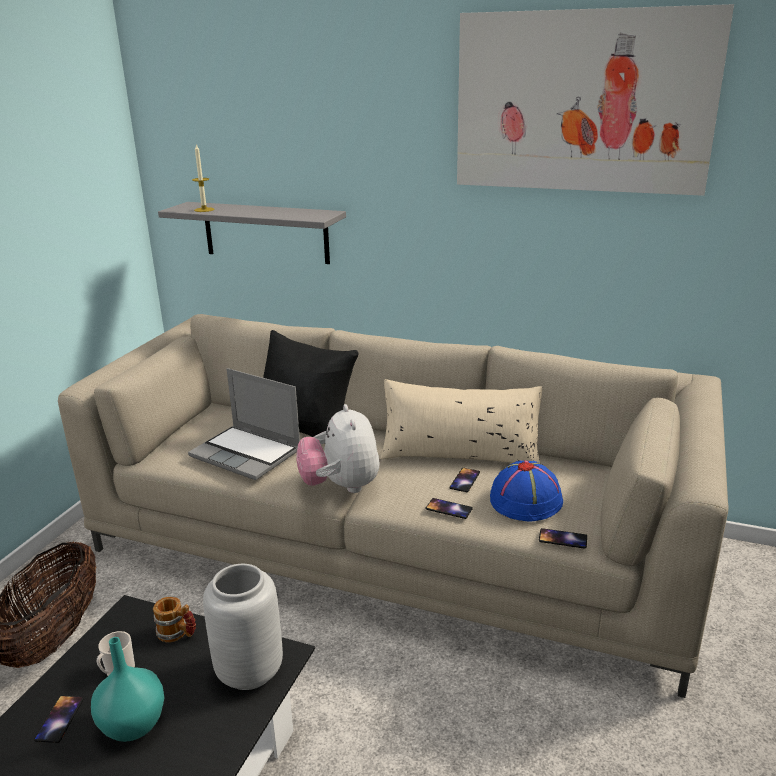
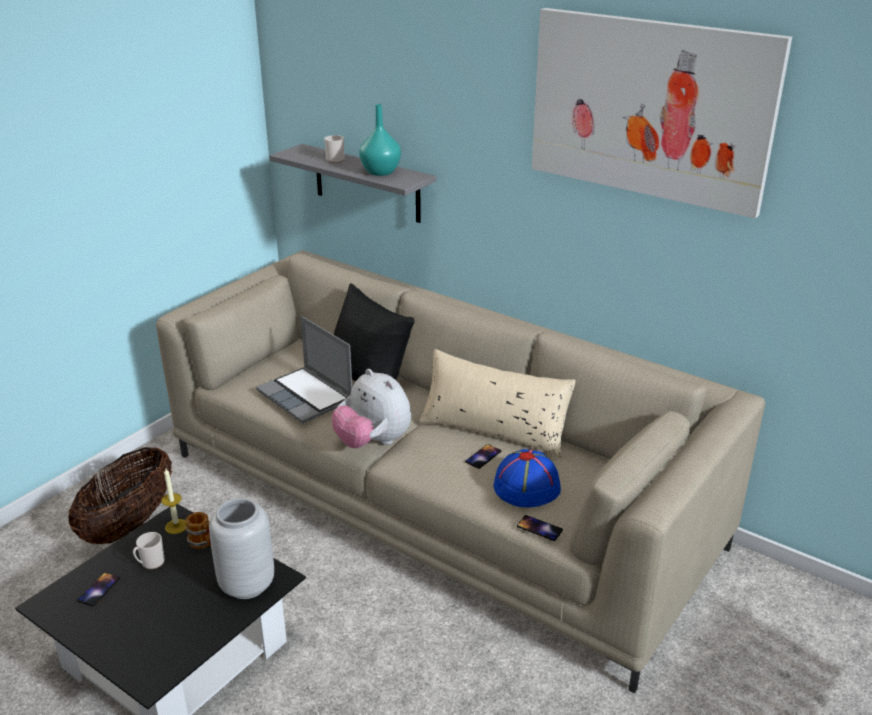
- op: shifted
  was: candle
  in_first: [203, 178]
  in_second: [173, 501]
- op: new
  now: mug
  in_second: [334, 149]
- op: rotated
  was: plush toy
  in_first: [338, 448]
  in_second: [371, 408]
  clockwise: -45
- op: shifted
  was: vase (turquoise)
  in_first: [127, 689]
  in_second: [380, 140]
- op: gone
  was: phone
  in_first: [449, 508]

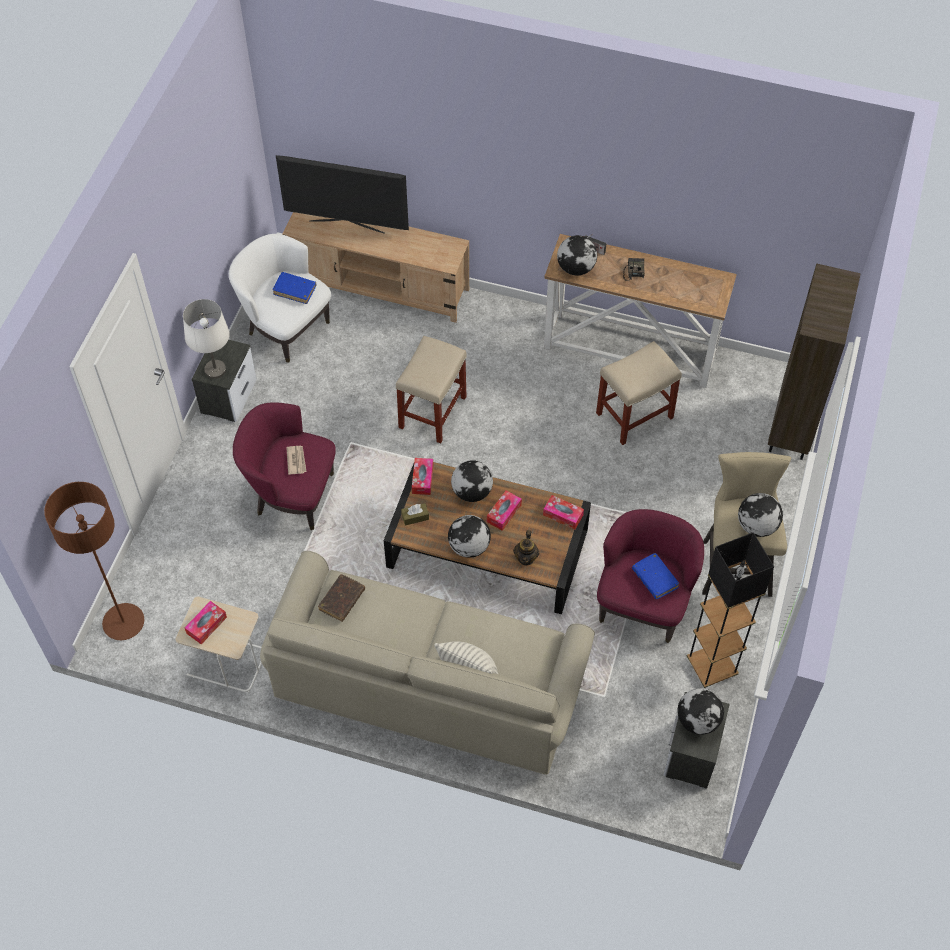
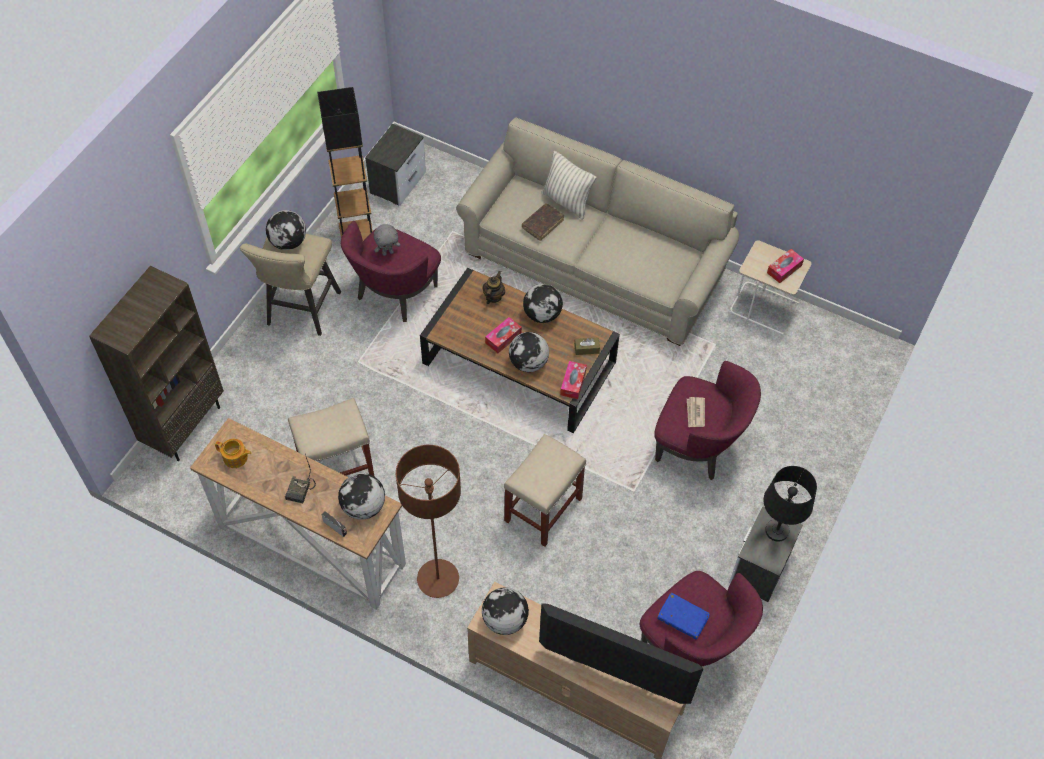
- op: new
  now: teapot
  in_second: [233, 453]
- op: swapped
  was: book (blue)
  now: plush toy (grey)
  in_first: [655, 576]
  in_second: [387, 240]
- op: shifted
  was: floor lamp (brown)
  in_first: [94, 561]
  in_second: [428, 521]
- op: shifted
  was: globe
  in_first: [701, 711]
  in_second: [505, 611]
- op: shifted
  was: book (brown)
  in_first: [341, 598]
  in_second: [543, 222]
- op: repainted
  was: armchair (white)
  now: armchair (purple)
  in_first: [280, 298]
  in_second: [701, 619]
- op: repainted
  was: table lamp (white)
  now: table lamp (black)
  in_first: [206, 339]
  in_second: [790, 504]
- op: gone
  was: tissue box
  in_first: [563, 512]

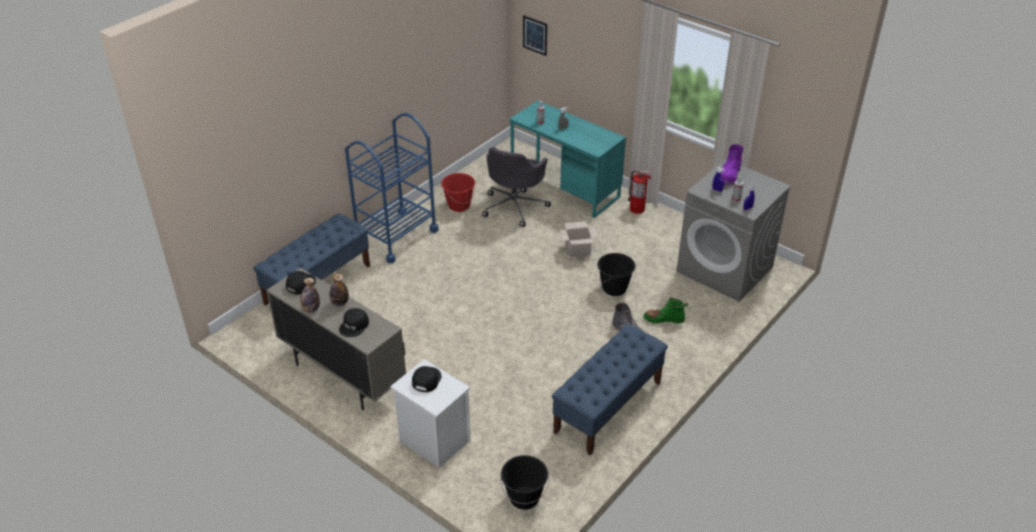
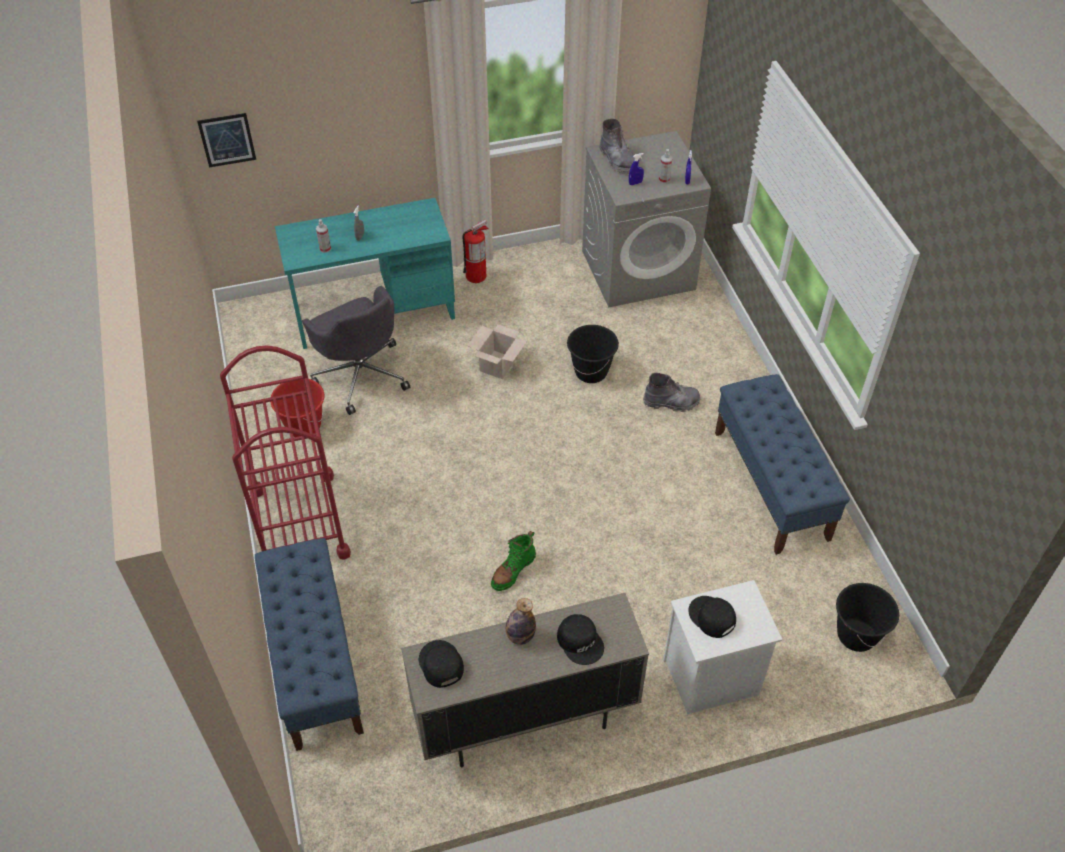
- op: repainted
  was: cart (blue)
  now: cart (red)
  in_first: [392, 188]
  in_second: [285, 452]
- op: shifted
  was: boot (green)
  in_first: [666, 310]
  in_second: [513, 561]
- op: repainted
  was: boot (purple)
  now: boot (grey)
  in_first: [732, 165]
  in_second: [617, 146]
- op: gone
  was: bottle
  in_first: [310, 295]

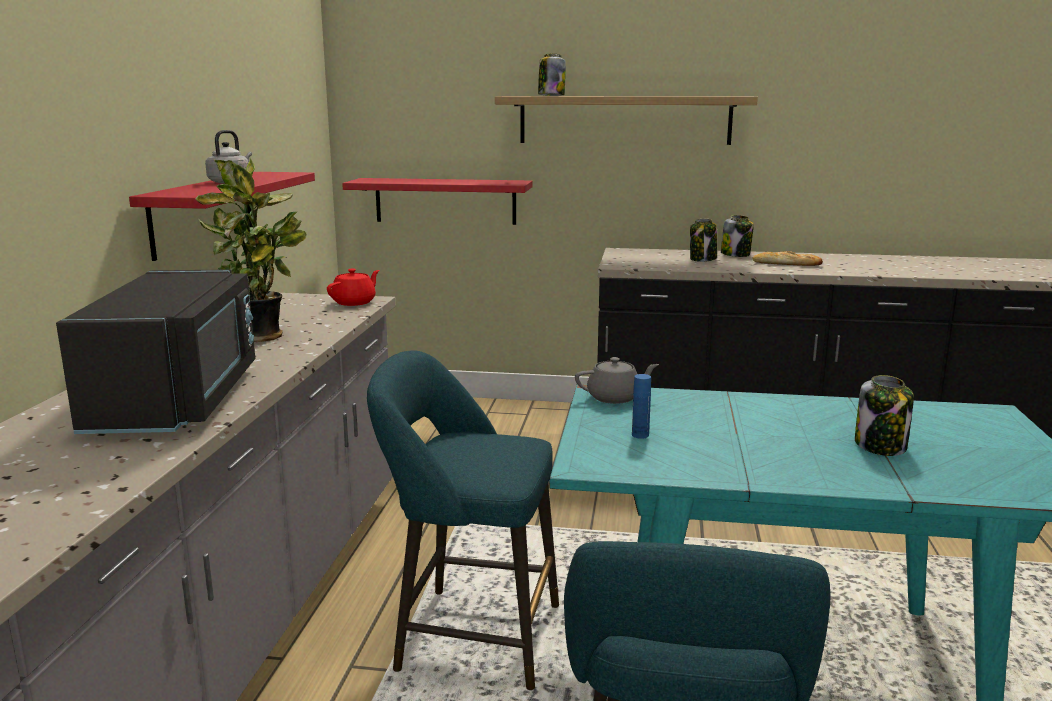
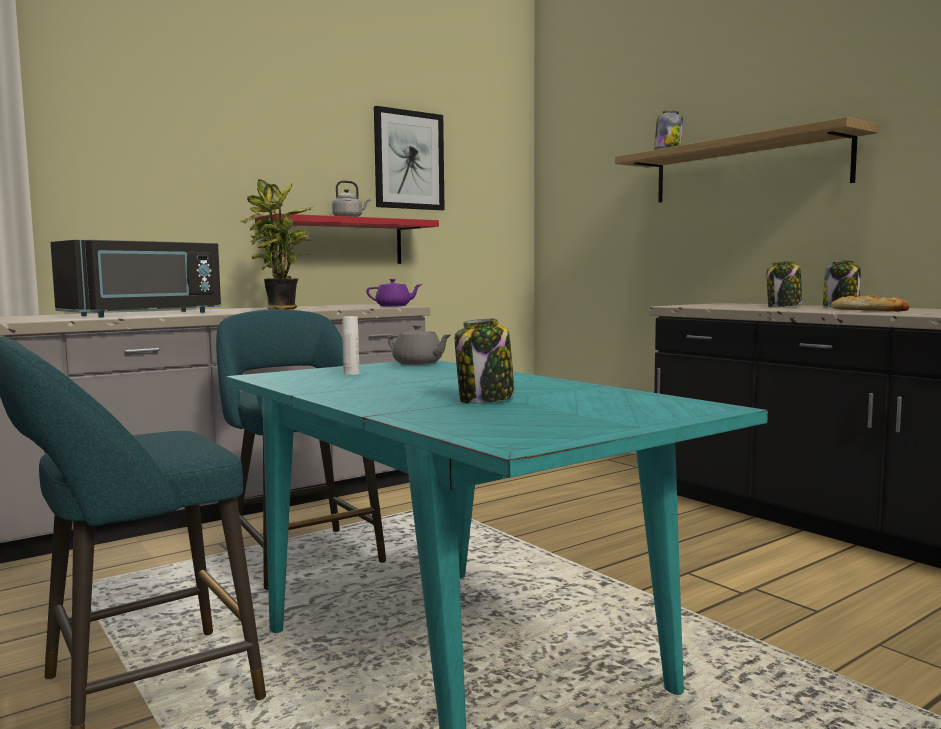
- op: repainted
  was: bottle (blue)
  now: bottle (white)
  in_first: [641, 406]
  in_second: [350, 345]
- op: repainted
  was: teapot (red)
  now: teapot (purple)
  in_first: [353, 287]
  in_second: [394, 293]
- op: new
  now: picture
  in_second: [409, 158]
- op: gone
  was: shelf (red)
  in_first: [437, 201]

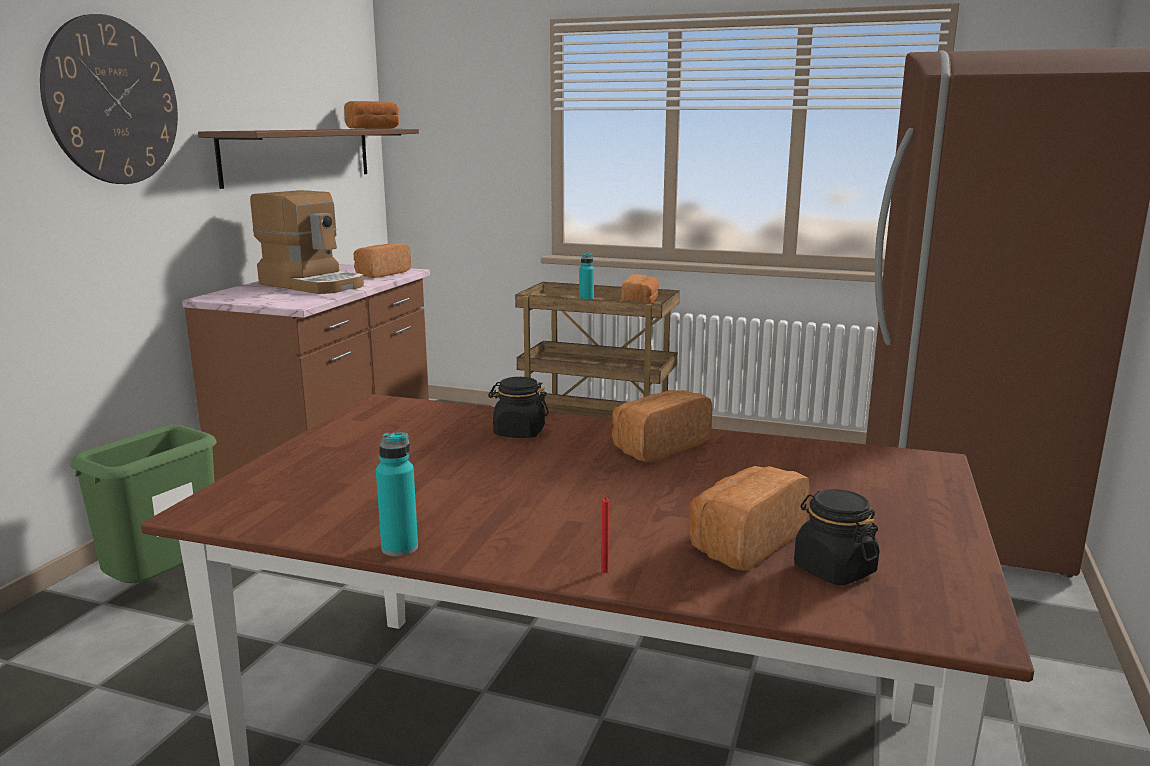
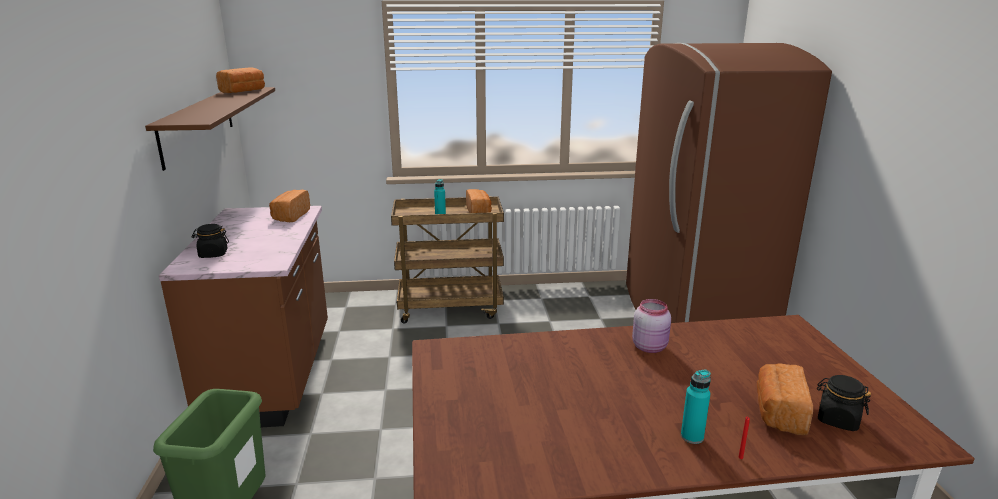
- op: shifted
  was: jar (black)
  in_first: [518, 407]
  in_second: [210, 241]
- op: swapped
  was: bread
  now: jar (pink)
  in_first: [662, 426]
  in_second: [651, 326]
- op: shifted
  was: bottle (turquoise)
  in_first: [397, 494]
  in_second: [696, 407]
- op: gone
  was: wall clock
  in_first: [109, 99]
- op: gone
  was: coffee machine
  in_first: [307, 242]

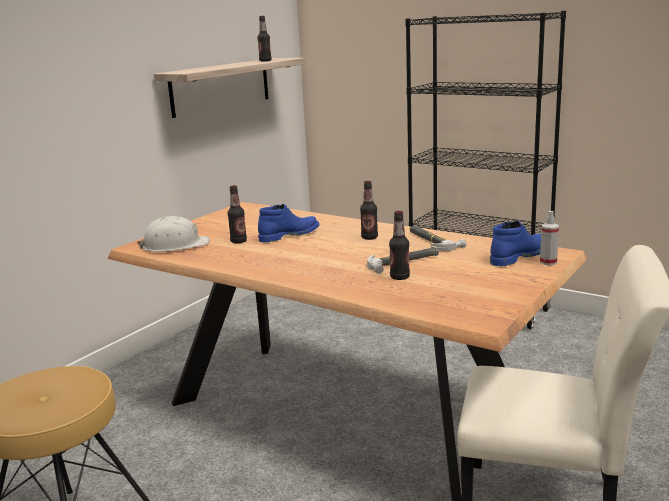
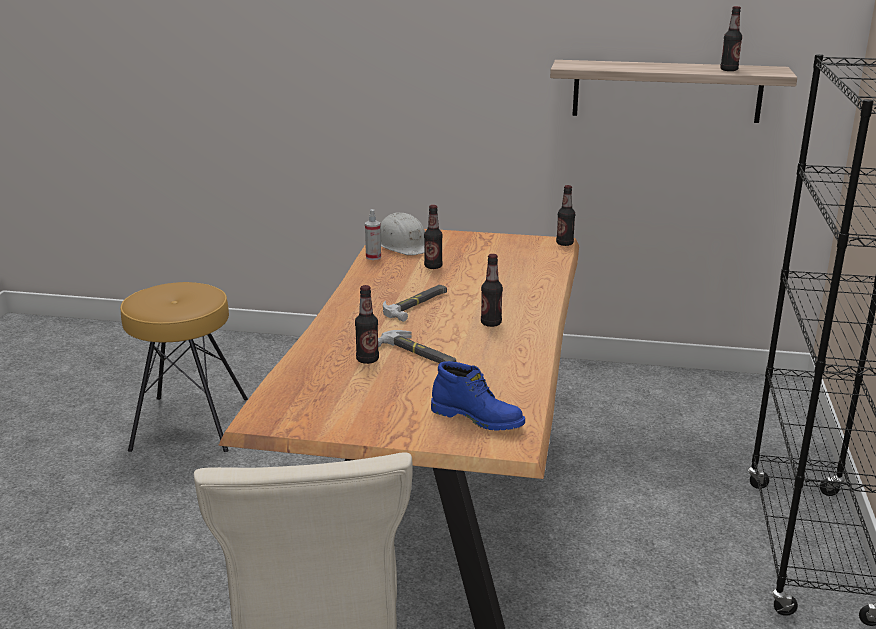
- op: shifted
  was: spray bottle
  in_first: [549, 238]
  in_second: [373, 234]
- op: shifted
  was: hammer
  in_first: [438, 238]
  in_second: [415, 303]
- op: new
  now: bottle
  in_second: [565, 215]
- op: gone
  was: boot (blue)
  in_first: [288, 223]

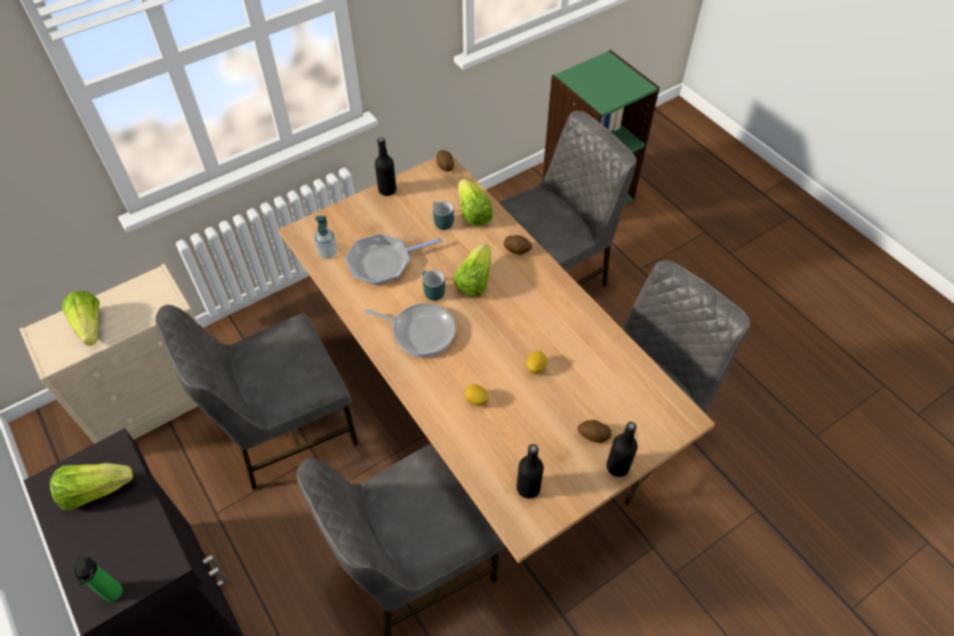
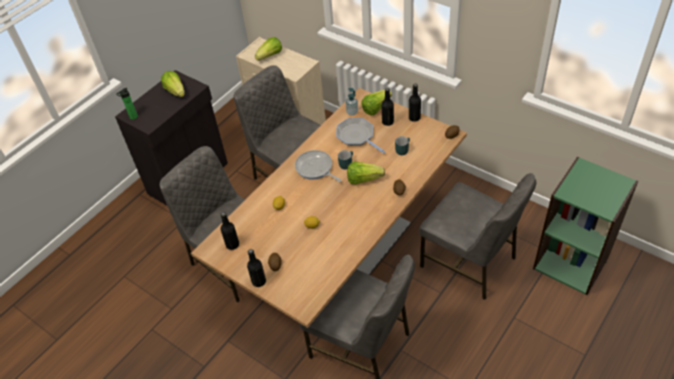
- op: rotated
  was: frying pan
  in_first: [410, 330]
  in_second: [318, 166]
  clockwise: 135
- op: shifted
  was: lettuce
  in_first: [475, 202]
  in_second: [376, 103]
- op: new
  now: bottle (black)
  in_second: [387, 107]

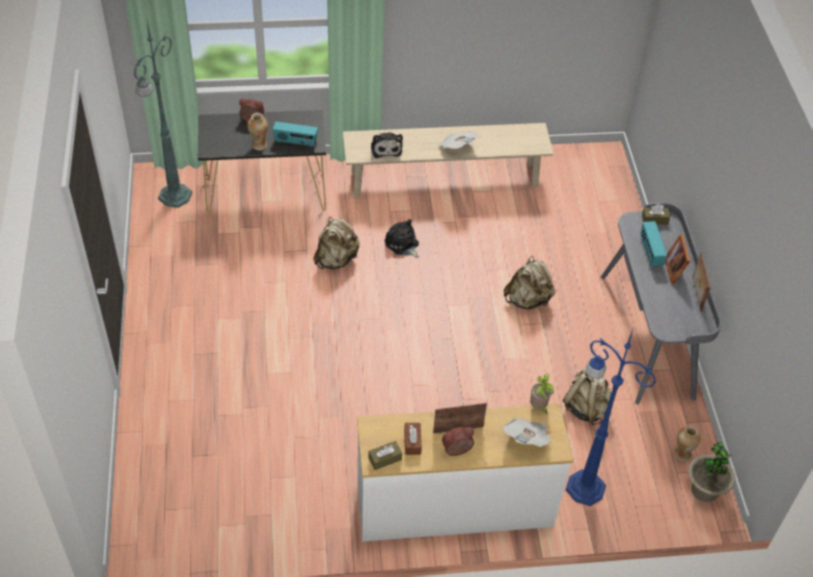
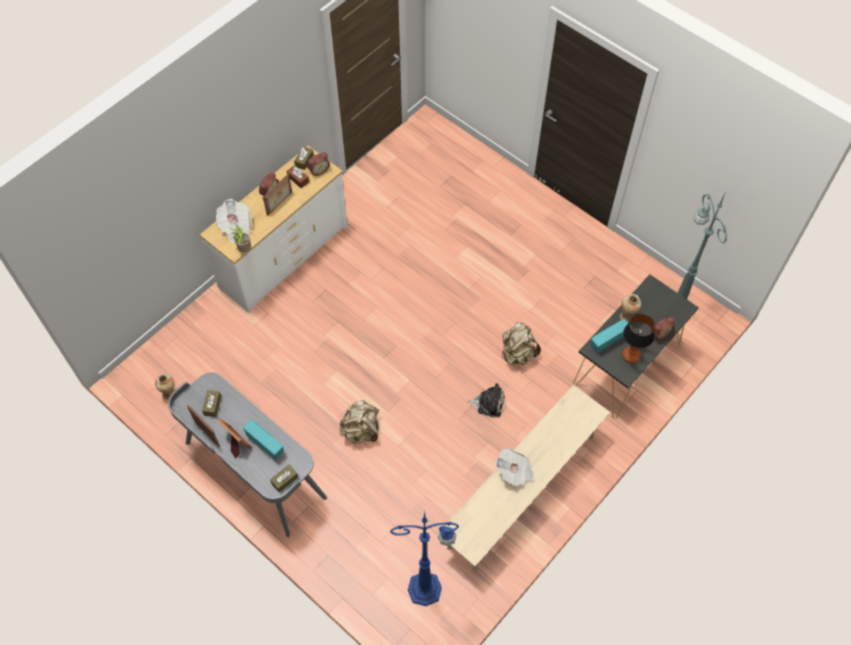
- op: new
  now: tissue box (brown)
  in_second: [211, 403]
- op: new
  now: alarm clock
  in_second: [318, 164]
- op: shifted
  was: floor lamp (blue)
  in_first: [611, 416]
  in_second: [424, 558]
- op: new
  now: table lamp
  in_second: [638, 338]
- op: gone
  was: plush toy
  in_first: [387, 145]
- op: gone
  was: backpack (beige)
  in_first: [587, 396]
- op: gone
  was: potted plant
  in_first: [712, 472]

